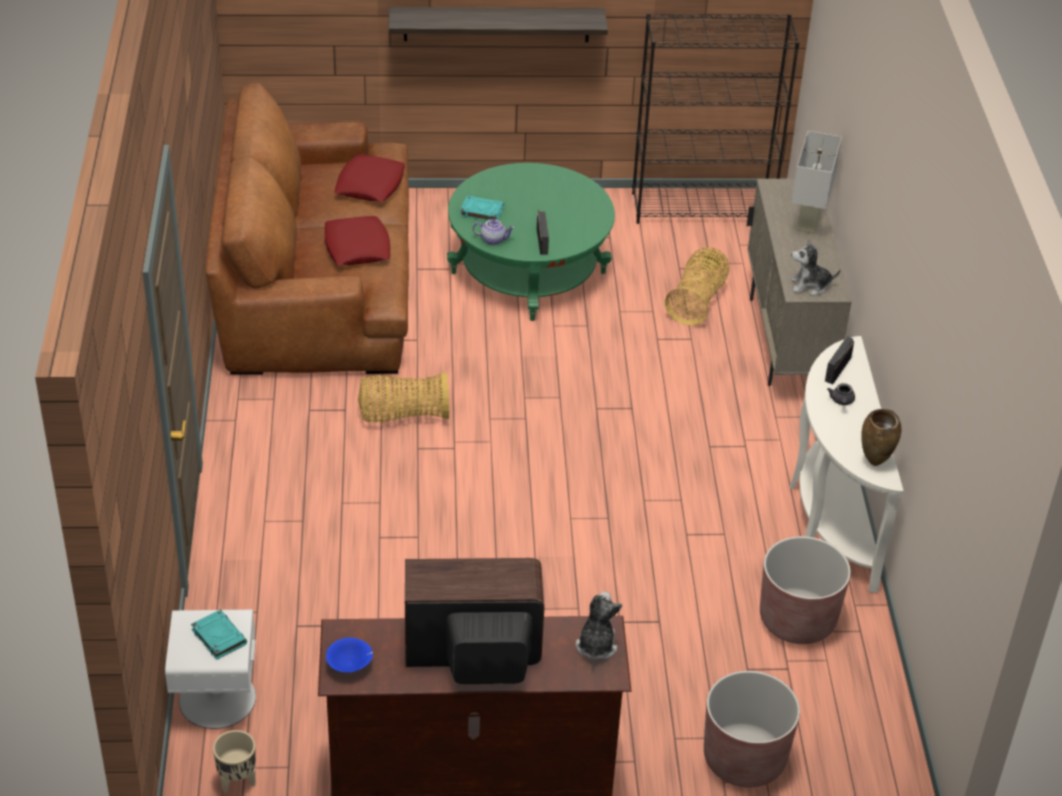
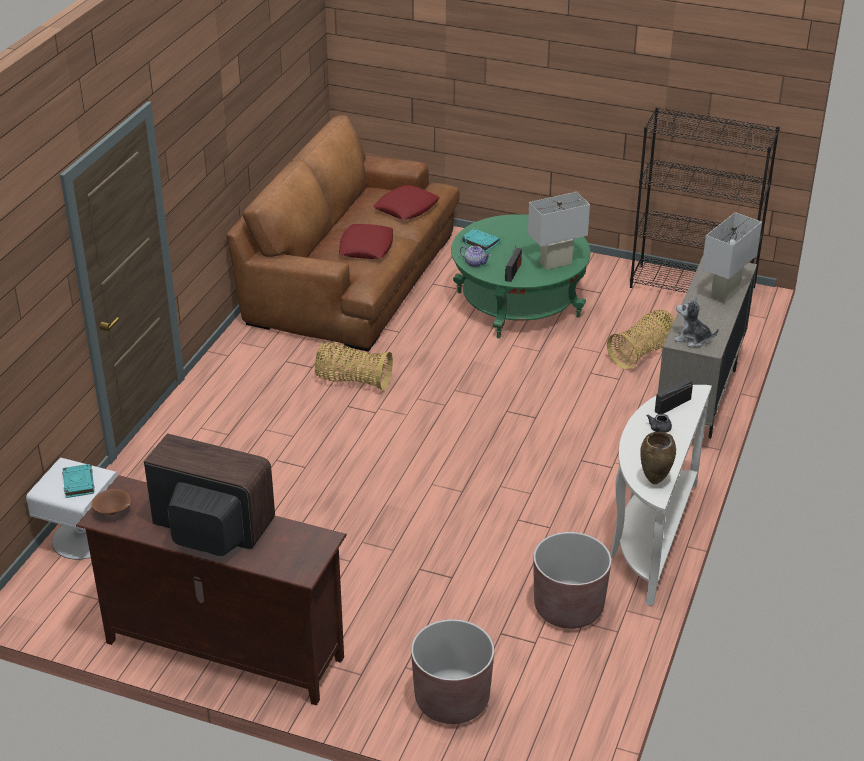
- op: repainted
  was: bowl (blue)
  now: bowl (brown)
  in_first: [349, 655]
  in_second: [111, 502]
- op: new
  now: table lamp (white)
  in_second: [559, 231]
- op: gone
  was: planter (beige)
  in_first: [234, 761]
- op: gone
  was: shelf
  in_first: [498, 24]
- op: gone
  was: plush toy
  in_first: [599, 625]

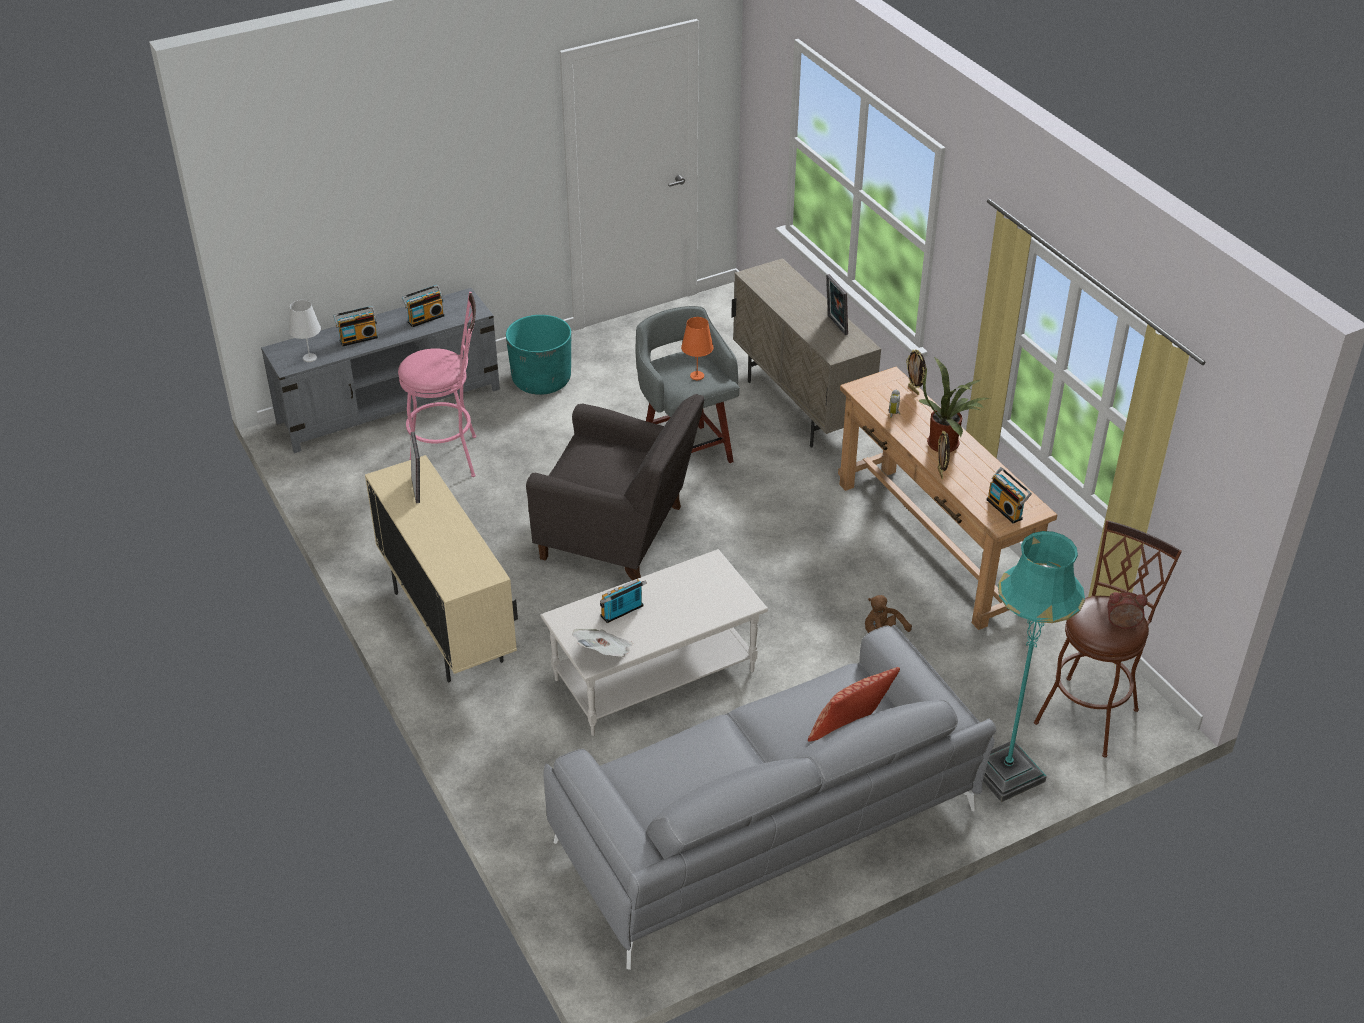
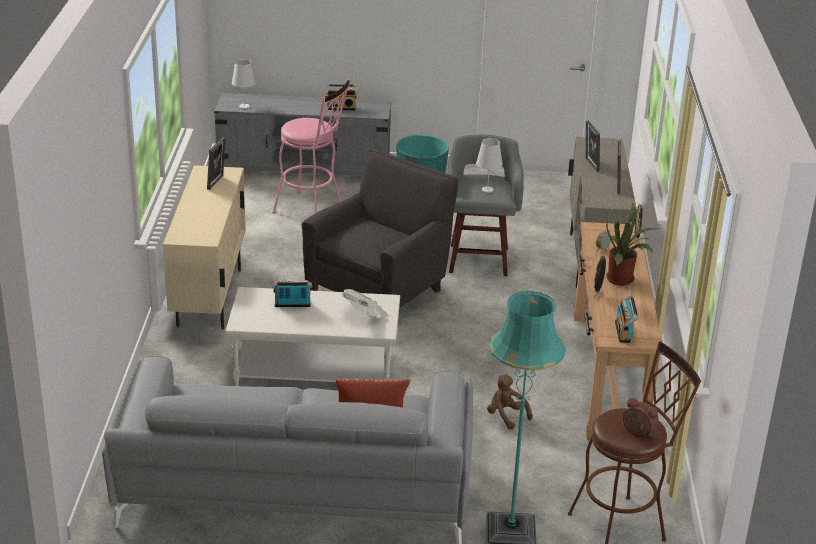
- op: rotated
  was: armchair (grey)
  in_first: [615, 487]
  in_second: [380, 228]
  clockwise: -105
- op: shifted
  was: newspaper
  in_first: [602, 643]
  in_second: [365, 303]
- op: repainted
  was: table lamp (orange)
  now: table lamp (white)
  in_first: [697, 348]
  in_second: [489, 165]
- op: new
  now: picture frame
  in_second: [593, 146]
- op: gone
  was: radio
  in_first: [355, 326]

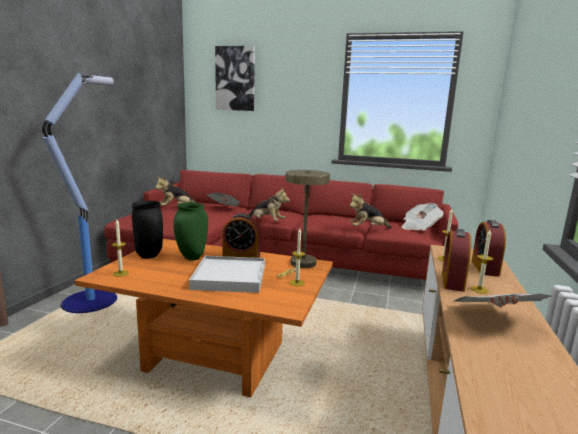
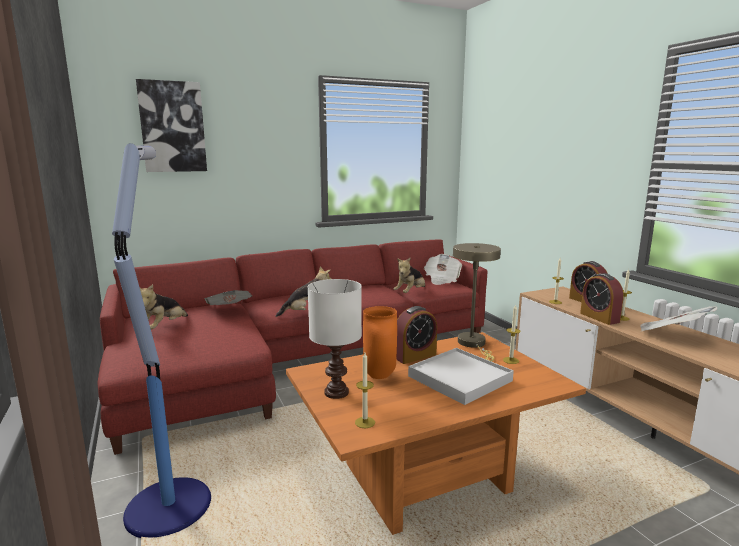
- op: swapped
  was: vase (black)
  now: table lamp (white)
  in_first: [147, 230]
  in_second: [335, 339]
- op: repainted
  was: vase (green)
  now: vase (orange)
  in_first: [190, 231]
  in_second: [380, 342]

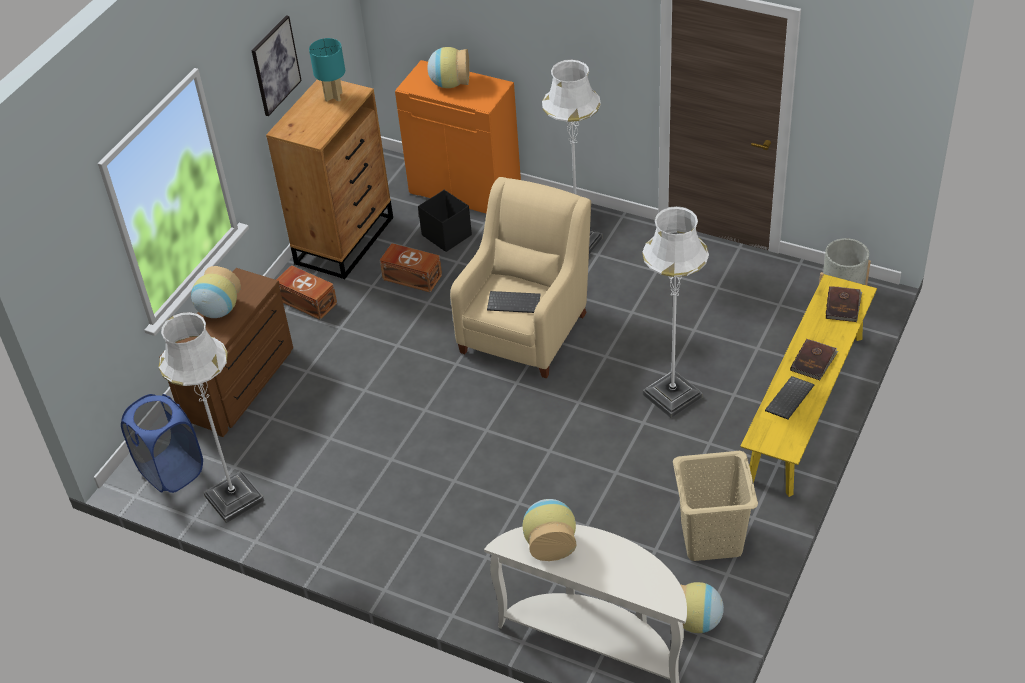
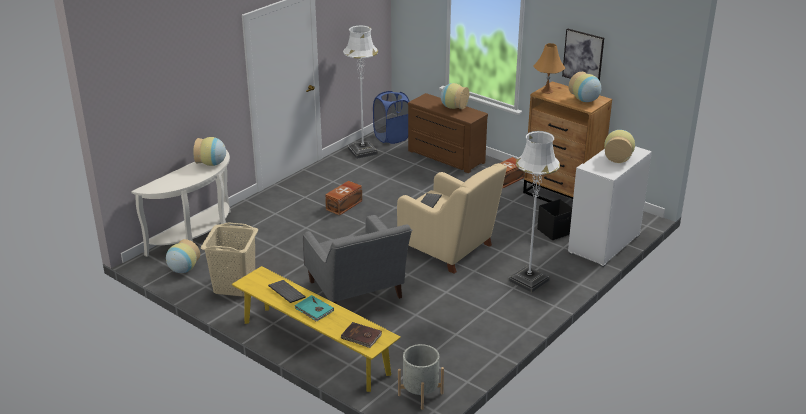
- op: repainted
  was: book (brown)
  now: book (turquoise)
  in_first: [814, 359]
  in_second: [314, 308]
- op: swapped
  was: floor lamp (white)
  now: armchair (grey)
  in_first: [675, 312]
  in_second: [357, 259]
- op: shifted
  was: storage box (brown)
  in_first: [411, 268]
  in_second: [343, 198]
- op: new
  now: table lamp (orange)
  in_second: [549, 68]
- op: swapped
  was: table lamp (turquoise)
  now: vase
  in_first: [327, 70]
  in_second: [584, 87]
- op: repainted
  was: cabinet (orange)
  now: cabinet (white)
  in_first: [458, 136]
  in_second: [610, 206]

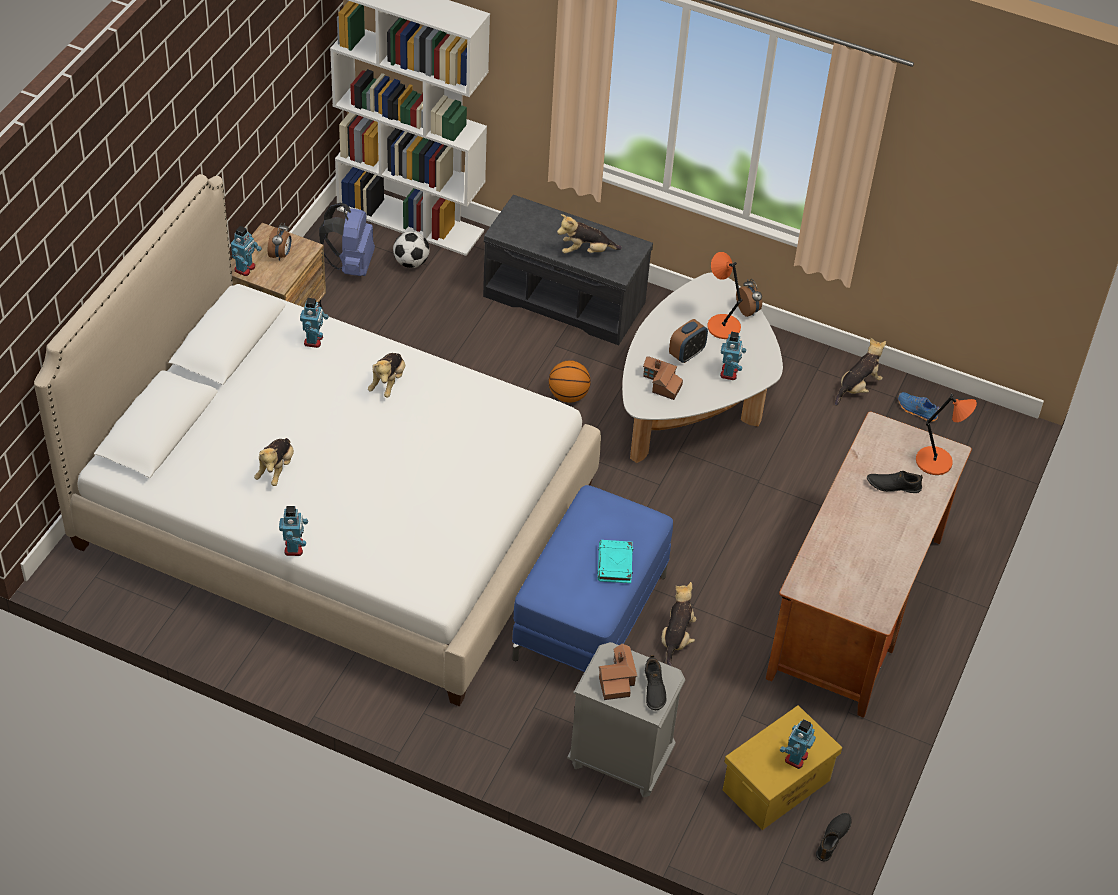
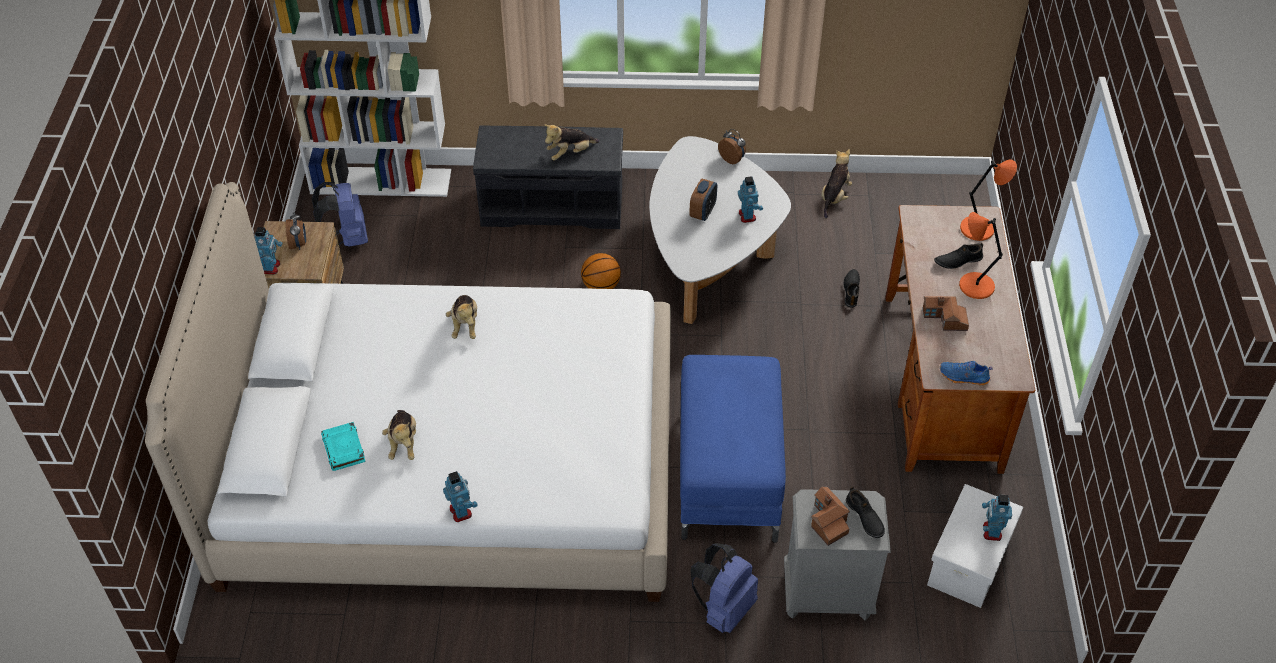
- op: shifted
  was: book (turquoise)
  in_first: [615, 561]
  in_second: [343, 446]
- op: new
  now: backpack (blue)
  in_second: [724, 588]
- op: shifted
  was: shoe (black)
  in_first: [834, 837]
  in_second: [851, 288]
- op: shifted
  was: toy house
  in_first: [663, 378]
  in_second: [946, 313]
- op: repainted
  was: storage box (yellow)
  now: storage box (white)
  in_first: [782, 767]
  in_second: [975, 546]
- op: shifted
  was: shoe (blue)
  in_first: [918, 407]
  in_second: [966, 373]
- op: shifted
  was: table lamp (orange)
  in_first: [725, 295]
  in_second: [981, 255]
- op: gone
  was: toy robot
  in_first: [314, 323]
- op: gone
  was: football
  in_first: [411, 249]
- op: gone
  was: plush toy
  in_first: [679, 624]

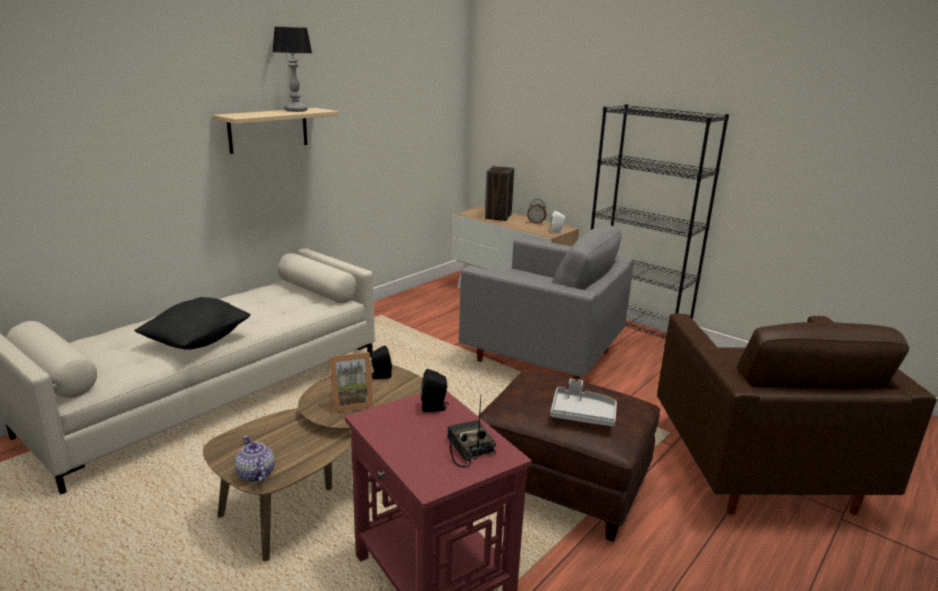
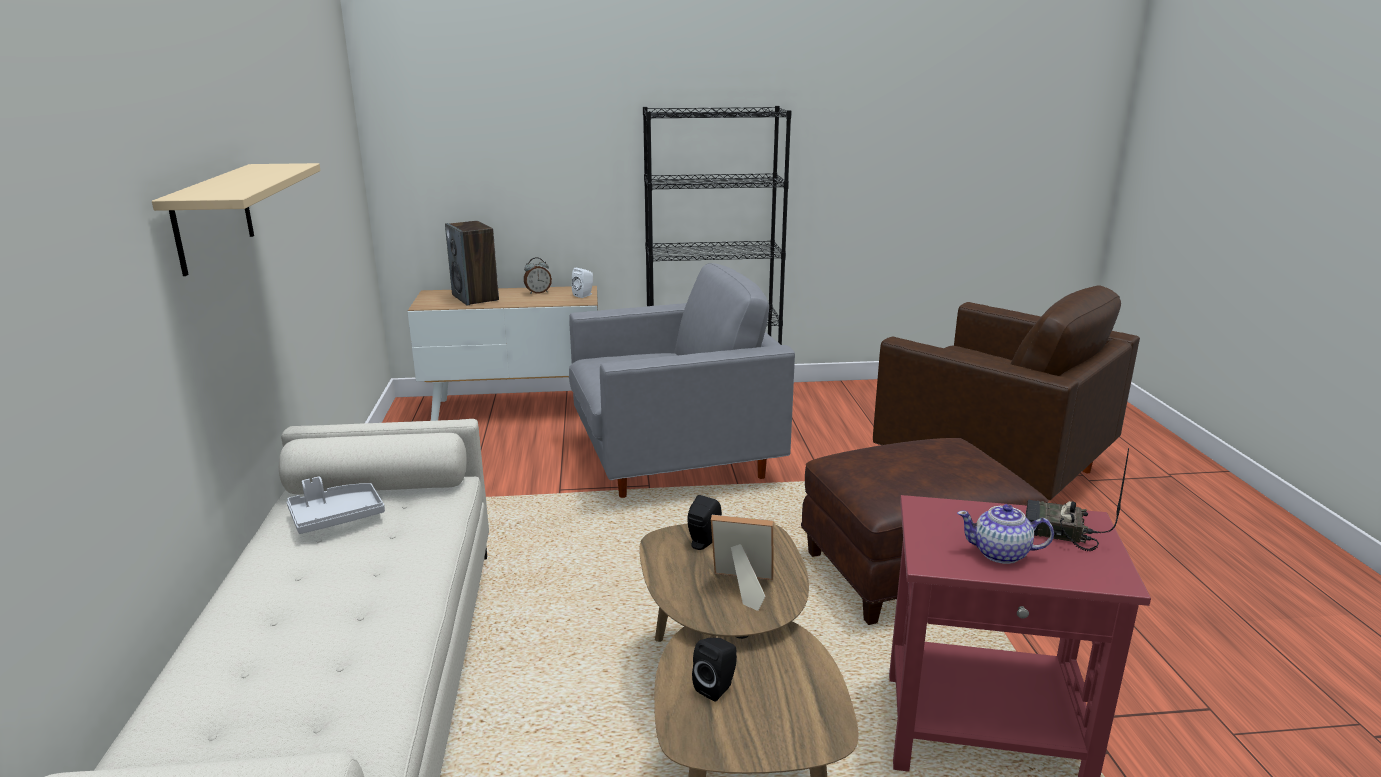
- op: shifted
  was: tray (grey)
  in_first: [583, 403]
  in_second: [336, 505]
- op: shifted
  was: speaker (black)
  in_first: [435, 390]
  in_second: [714, 670]
- op: rotated
  was: picture frame
  in_first: [351, 382]
  in_second: [742, 563]
  clockwise: -105
- op: shifted
  was: teapot
  in_first: [255, 458]
  in_second: [1005, 534]
- op: gone
  was: pillow (black)
  in_first: [192, 323]
- op: gone
  was: table lamp
  in_first: [292, 69]

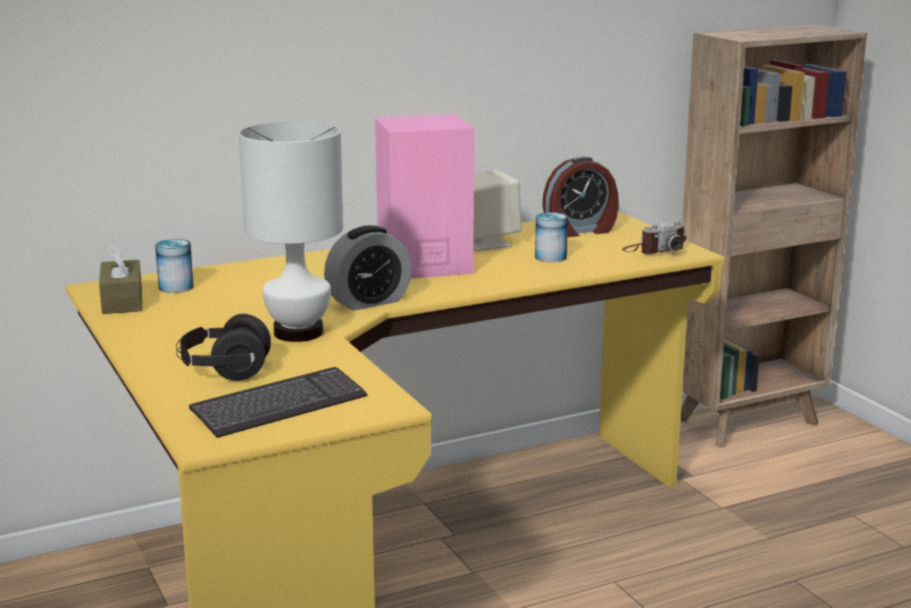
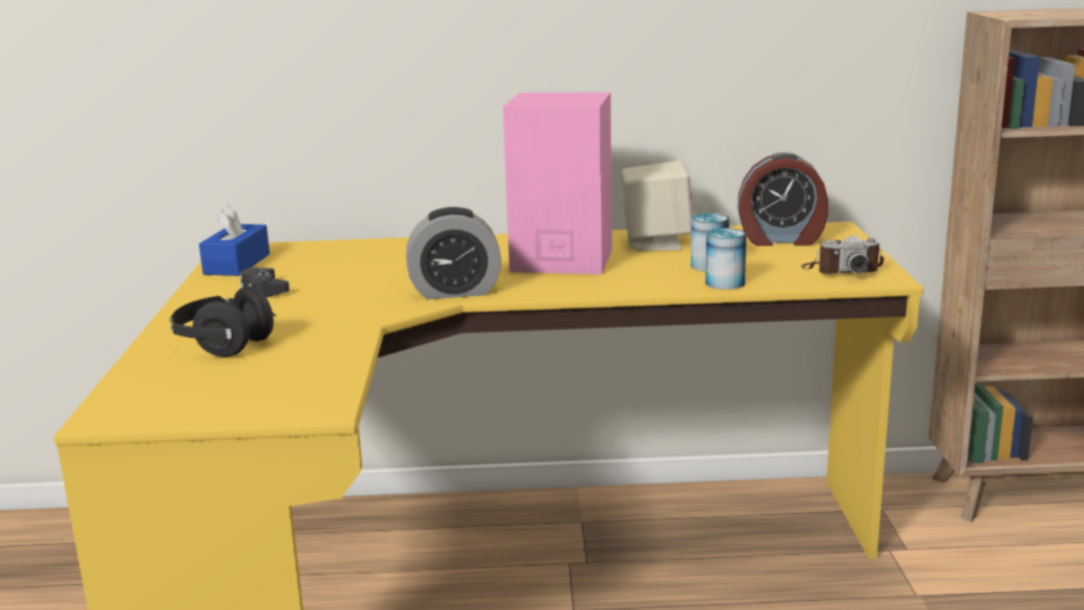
- op: repainted
  was: tissue box (brown)
  now: tissue box (blue)
  in_first: [120, 278]
  in_second: [234, 239]
- op: new
  now: game controller (black)
  in_second: [264, 282]
- op: shifted
  was: can
  in_first: [174, 266]
  in_second: [726, 259]
- op: gone
  was: keyboard
  in_first: [278, 402]
- op: gone
  was: table lamp (white)
  in_first: [291, 231]

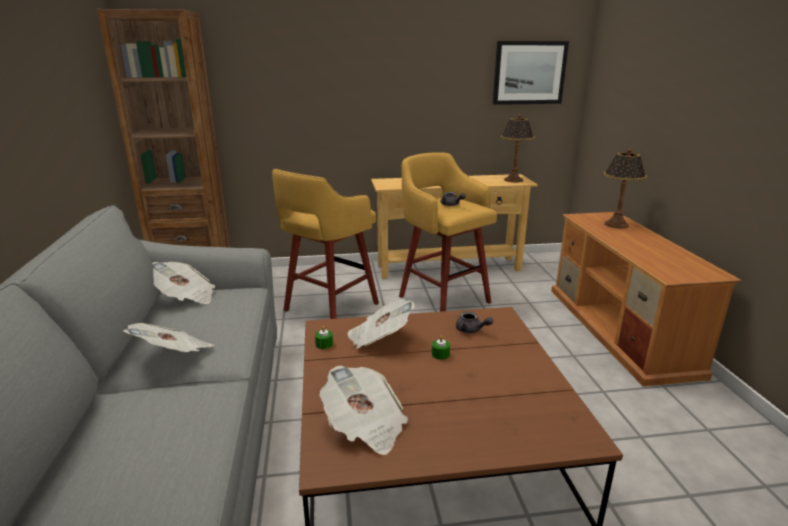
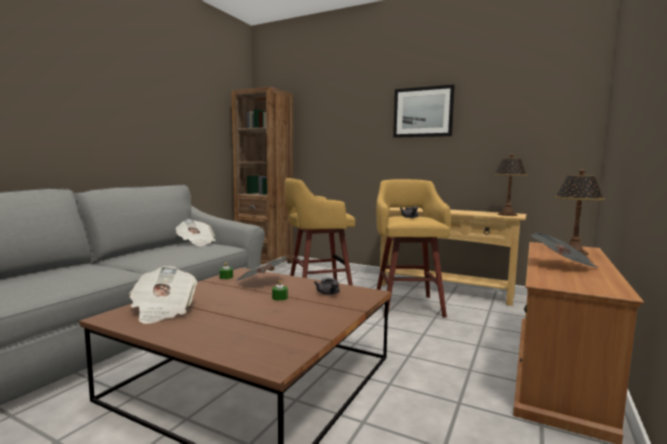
- op: shifted
  was: picture
  in_first: [531, 73]
  in_second: [424, 111]
- op: shifted
  was: newspaper
  in_first: [168, 338]
  in_second: [564, 249]

